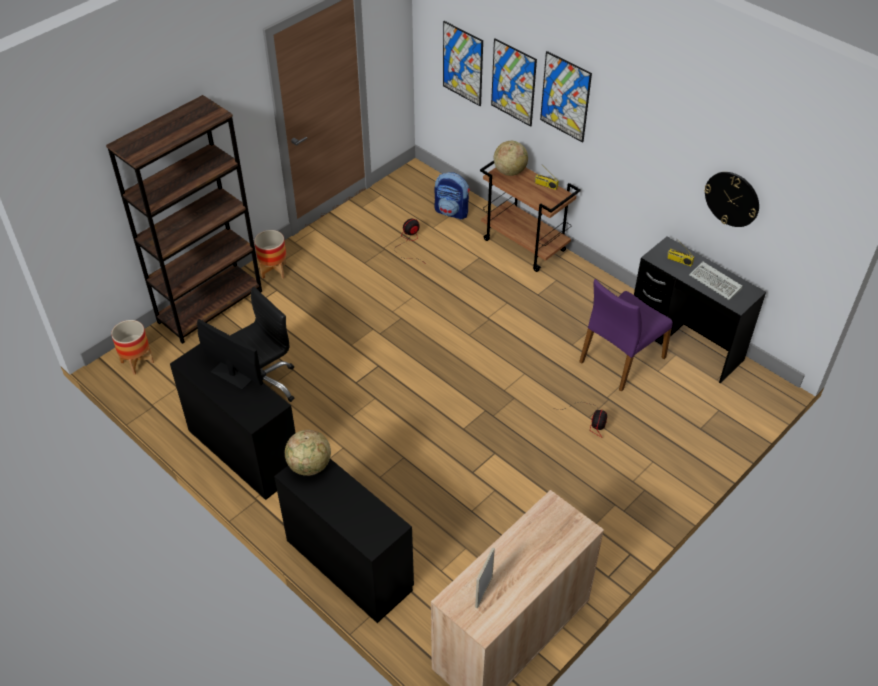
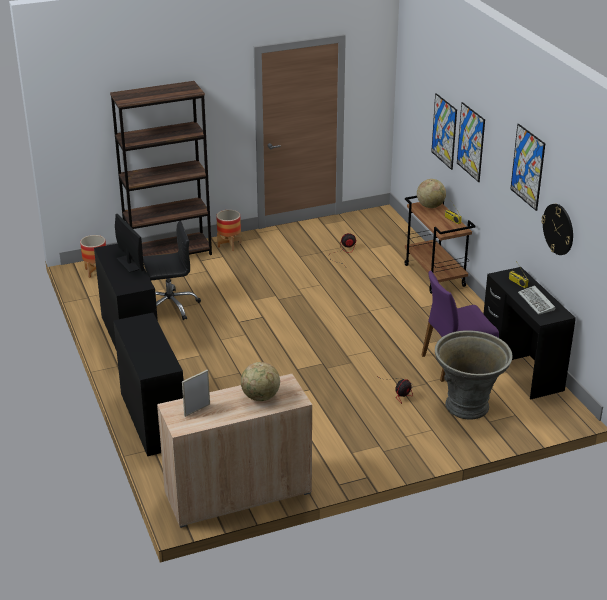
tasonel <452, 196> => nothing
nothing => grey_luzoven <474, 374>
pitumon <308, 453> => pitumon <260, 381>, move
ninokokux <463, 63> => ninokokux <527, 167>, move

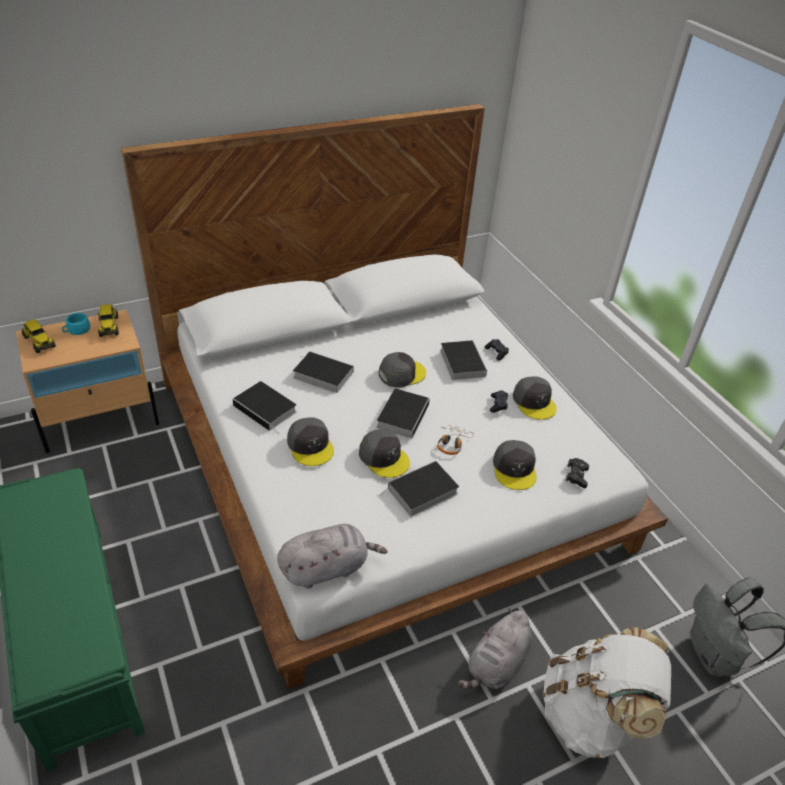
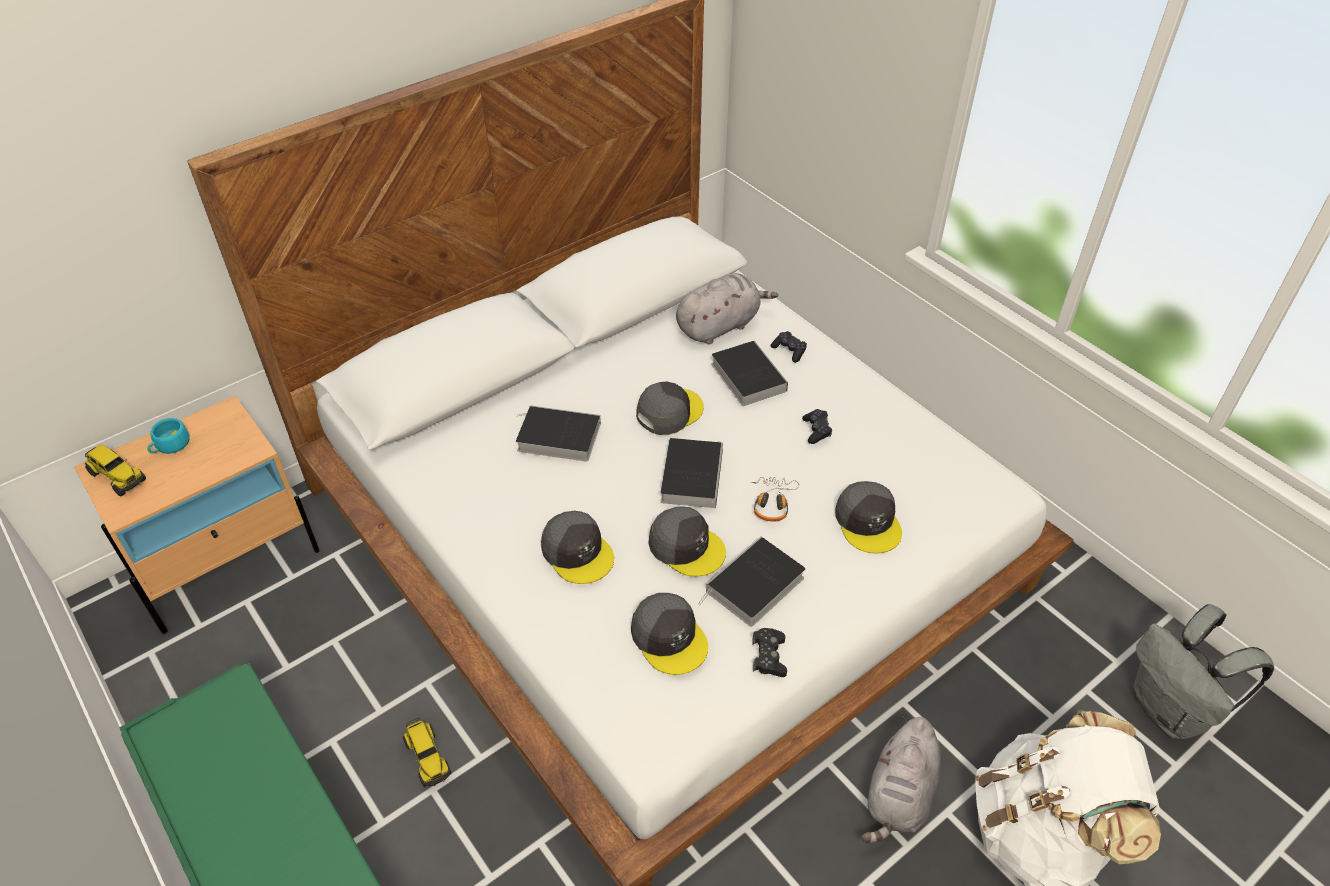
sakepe <265, 408> => nothing
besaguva <108, 320> => besaguva <427, 752>, move
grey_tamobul <332, 556> => grey_tamobul <727, 308>, move
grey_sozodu <535, 398> => grey_sozodu <669, 634>, move
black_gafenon <577, 473> => black_gafenon <769, 652>, move

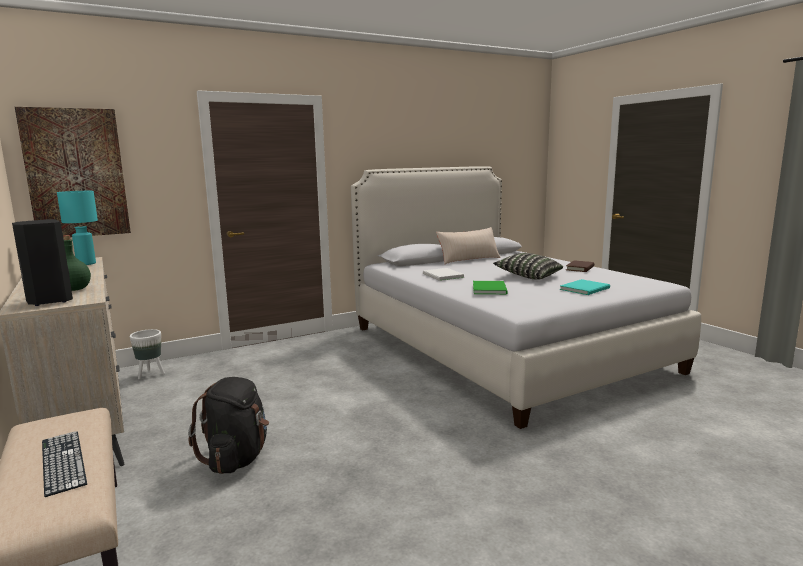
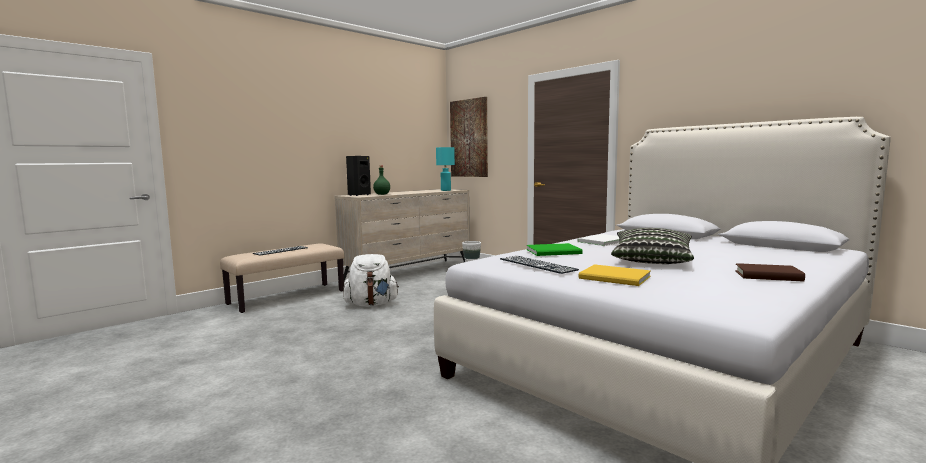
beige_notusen <468, 245> => nothing
nothing => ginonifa <539, 265>
black_tasonel <228, 425> => white_tasonel <371, 280>
turquoise_sakepe <585, 287> => yellow_sakepe <615, 275>

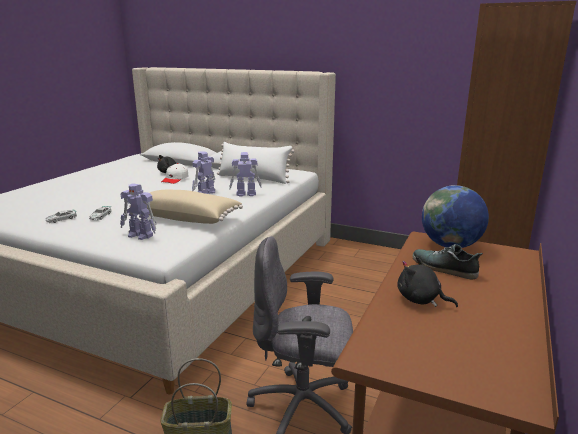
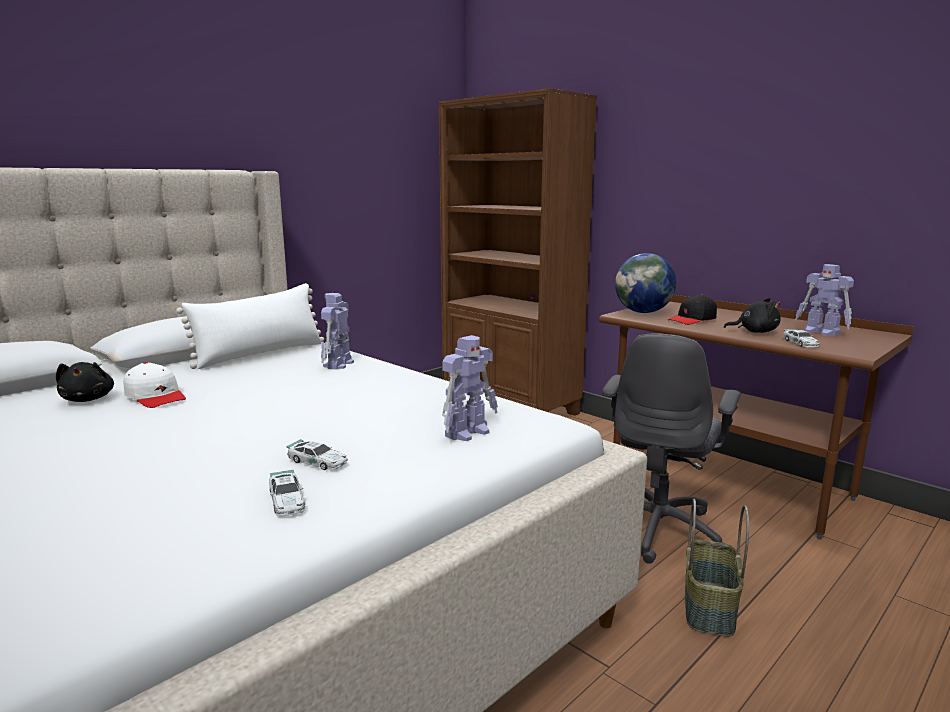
beige_notusen <186, 207> => nothing
nothing => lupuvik <801, 338>
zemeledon <203, 172> => zemeledon <824, 300>, move
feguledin <447, 261> => black_sozodu <692, 310>
black_tamobul <427, 282> => black_tamobul <752, 315>, 135 degrees counterclockwise

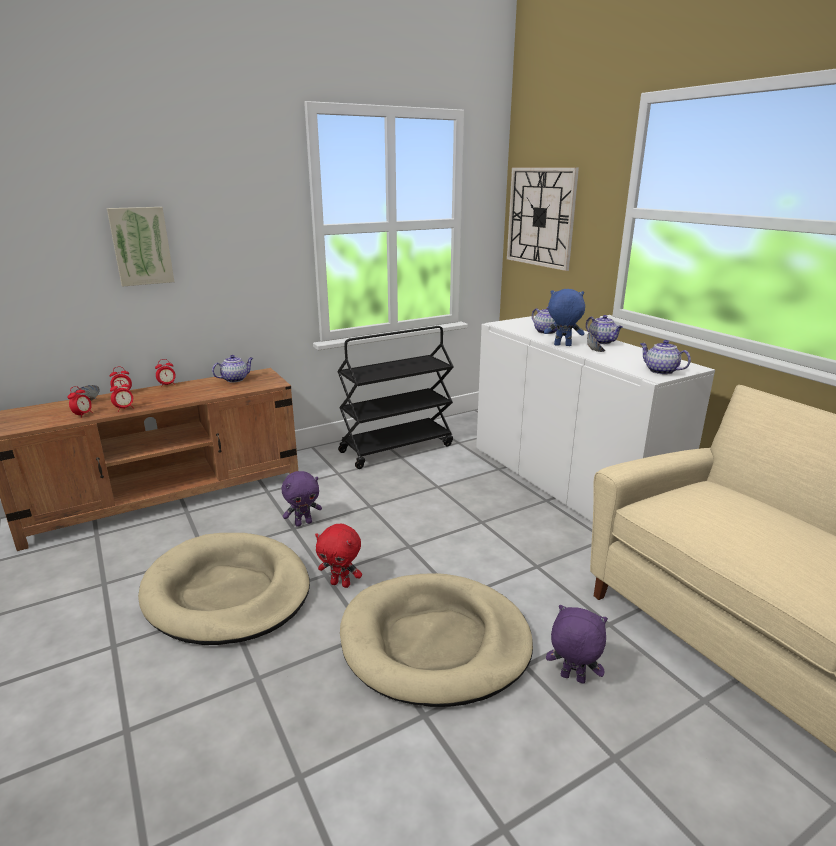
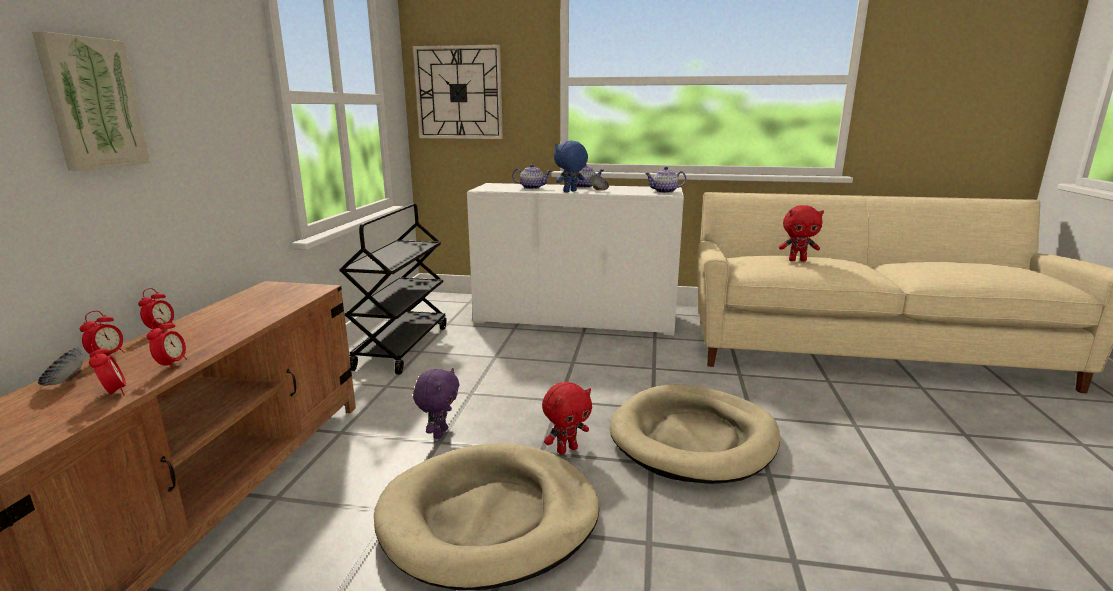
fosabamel <232, 369> => nothing
purple_tamobul <577, 644> => nothing
nothing => red_tamobul <801, 233>

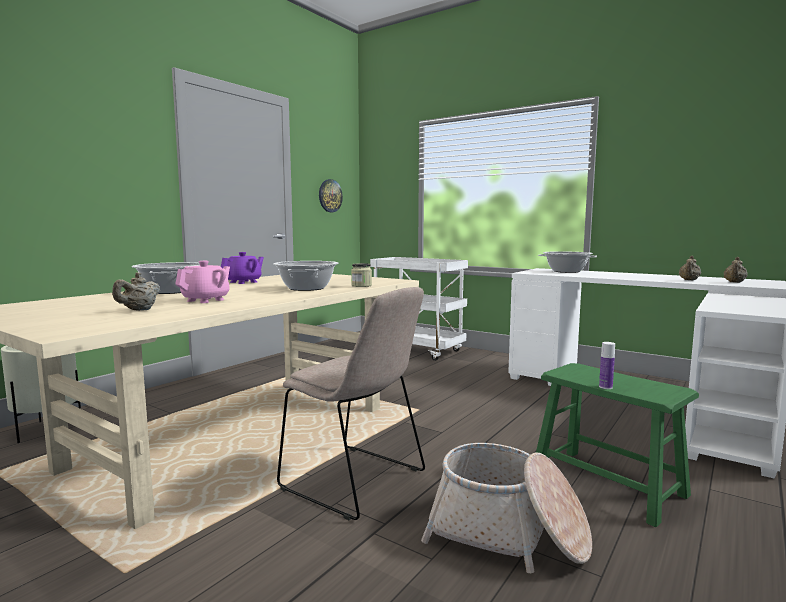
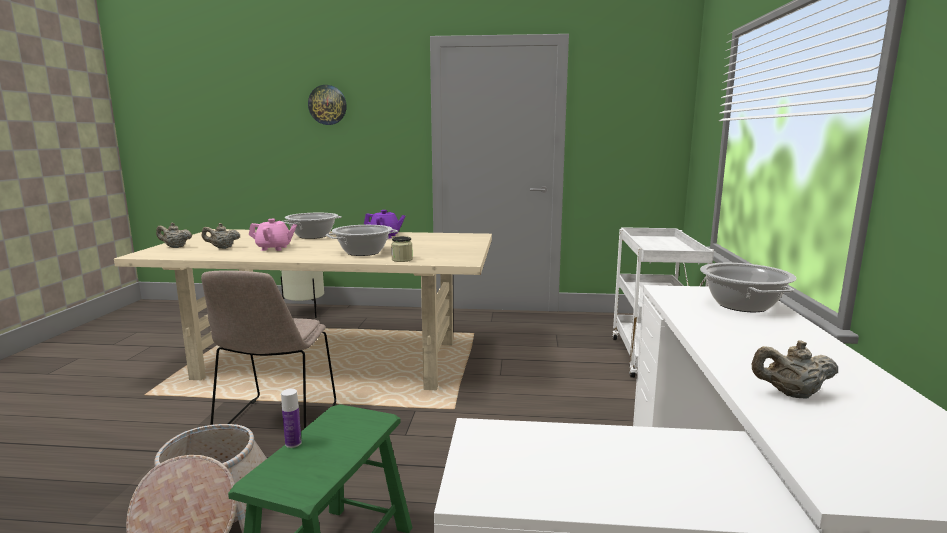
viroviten <331, 195> => viroviten <327, 105>, move
beige_fosabamel <736, 270> => beige_fosabamel <174, 235>, move

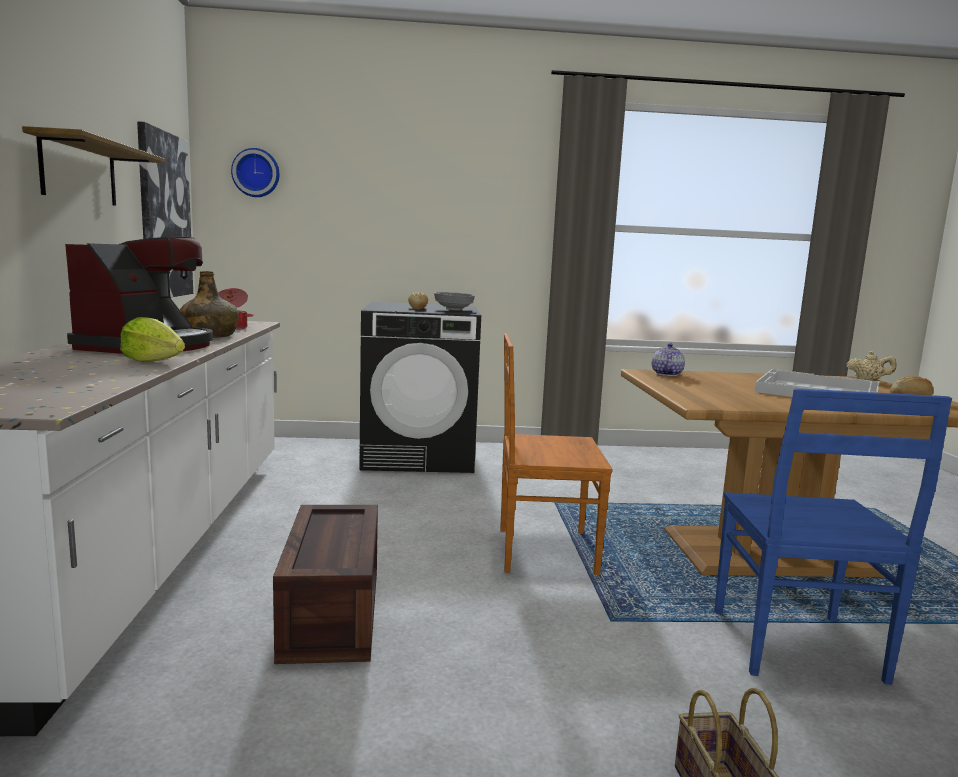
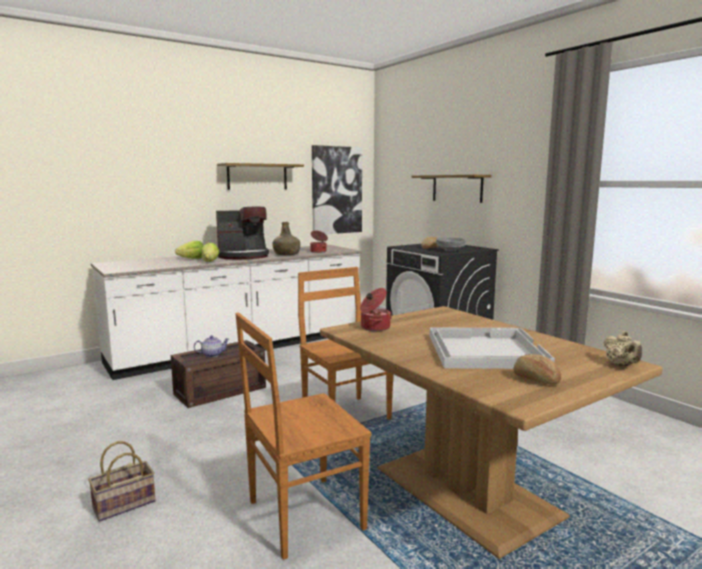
viroviten <255, 172> => nothing
nothing => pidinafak <189, 250>
nothing => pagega <376, 309>
nothing => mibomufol <451, 189>
fosabamel <668, 359> => fosabamel <211, 346>, move
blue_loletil <833, 536> => brown_loletil <303, 436>

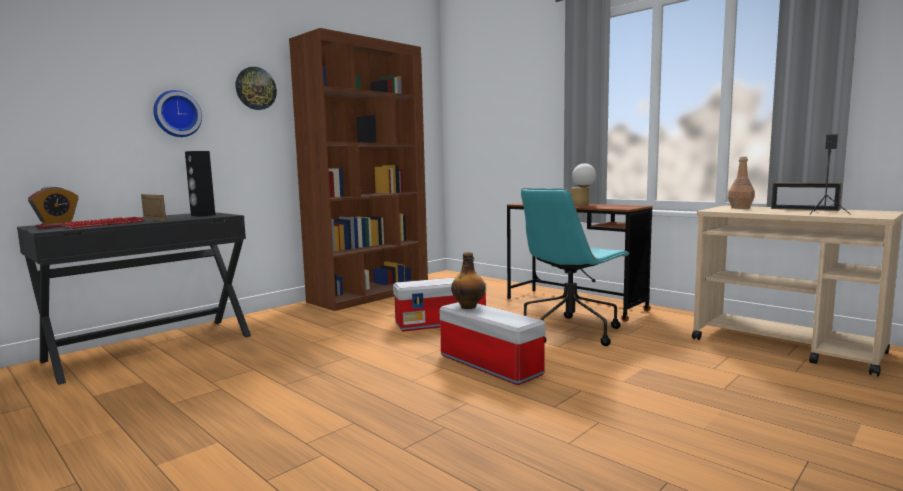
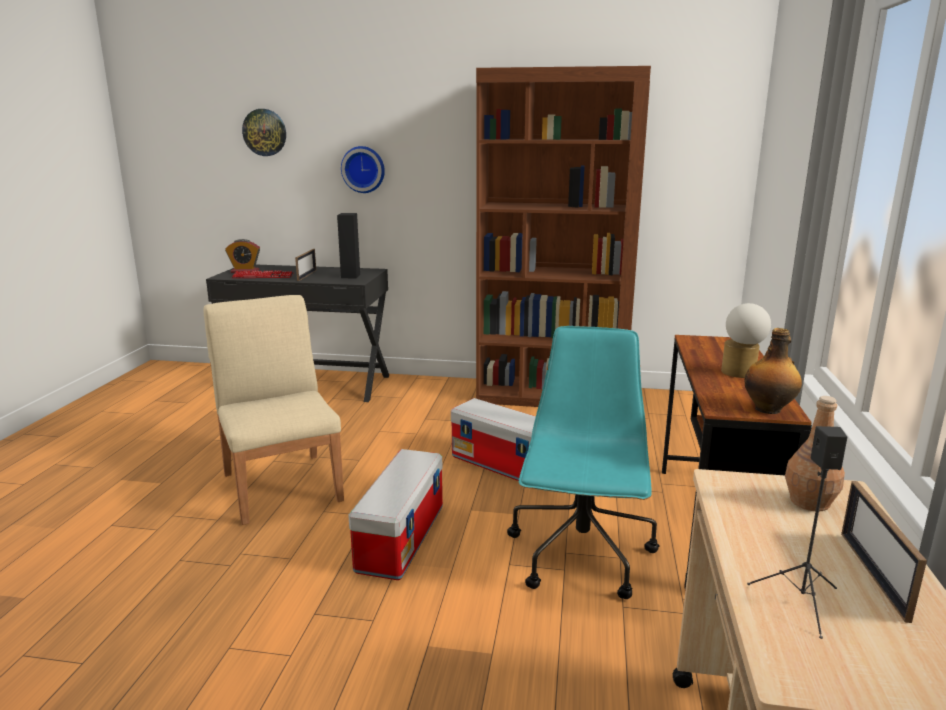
nothing => beige_loletil <273, 410>
viroviten <256, 88> => viroviten <264, 132>, move
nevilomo <468, 280> => nevilomo <773, 371>, move
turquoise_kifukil <575, 267> => turquoise_kifukil <583, 462>, 90 degrees clockwise

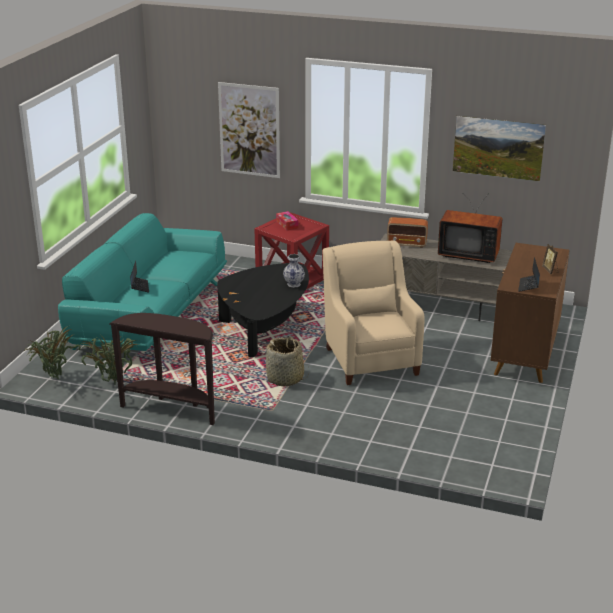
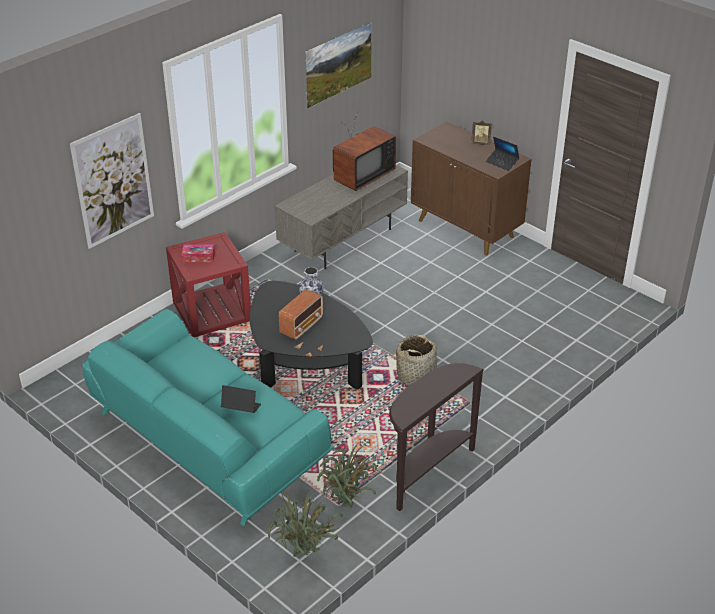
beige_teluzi <374, 313> => nothing
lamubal <407, 232> => lamubal <301, 314>, move

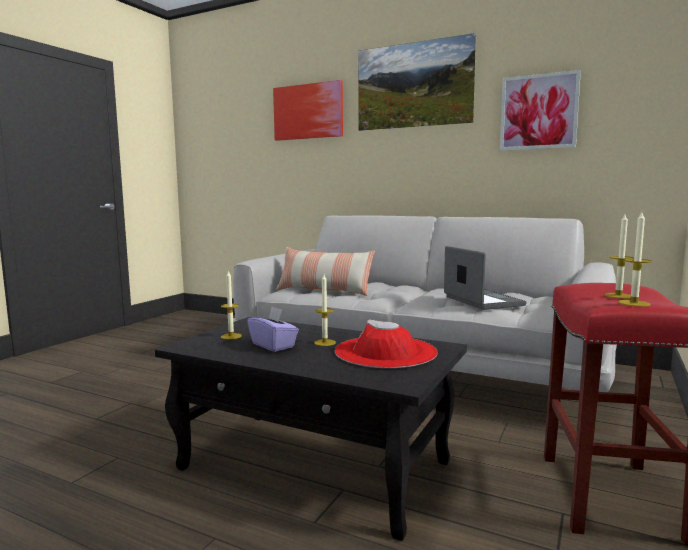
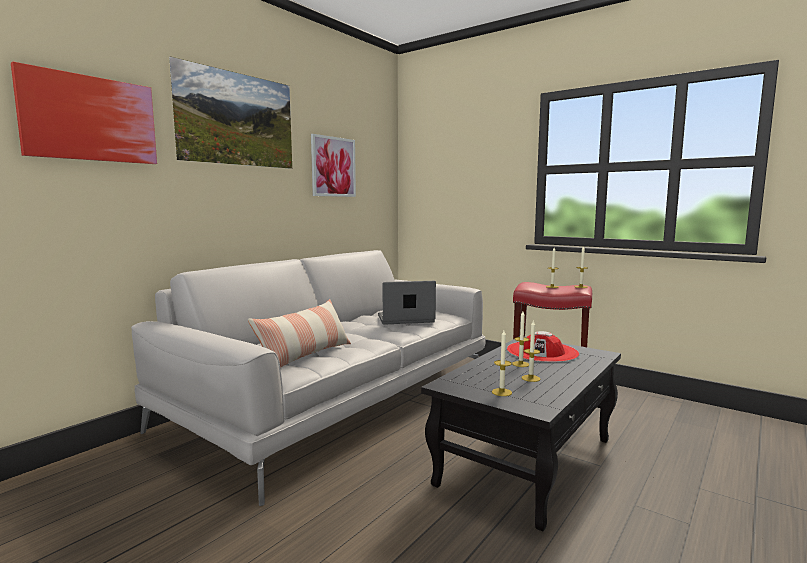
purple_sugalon <273, 329> => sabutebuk <530, 351>

